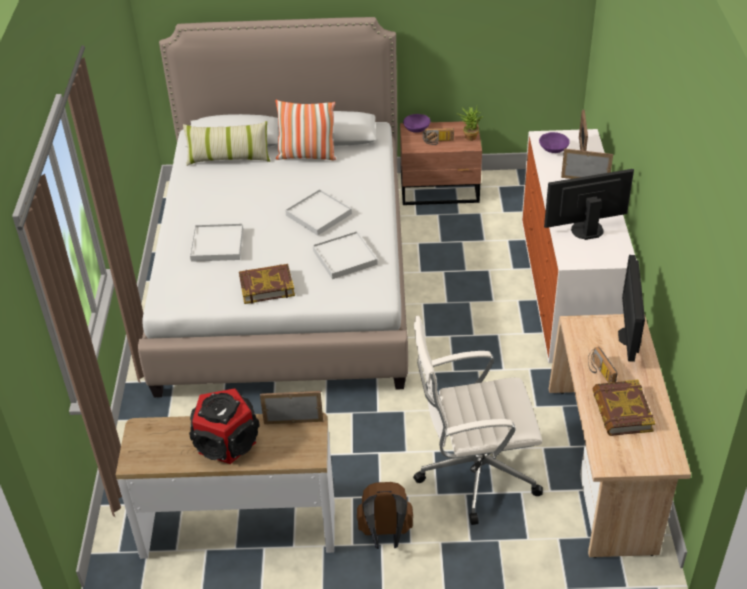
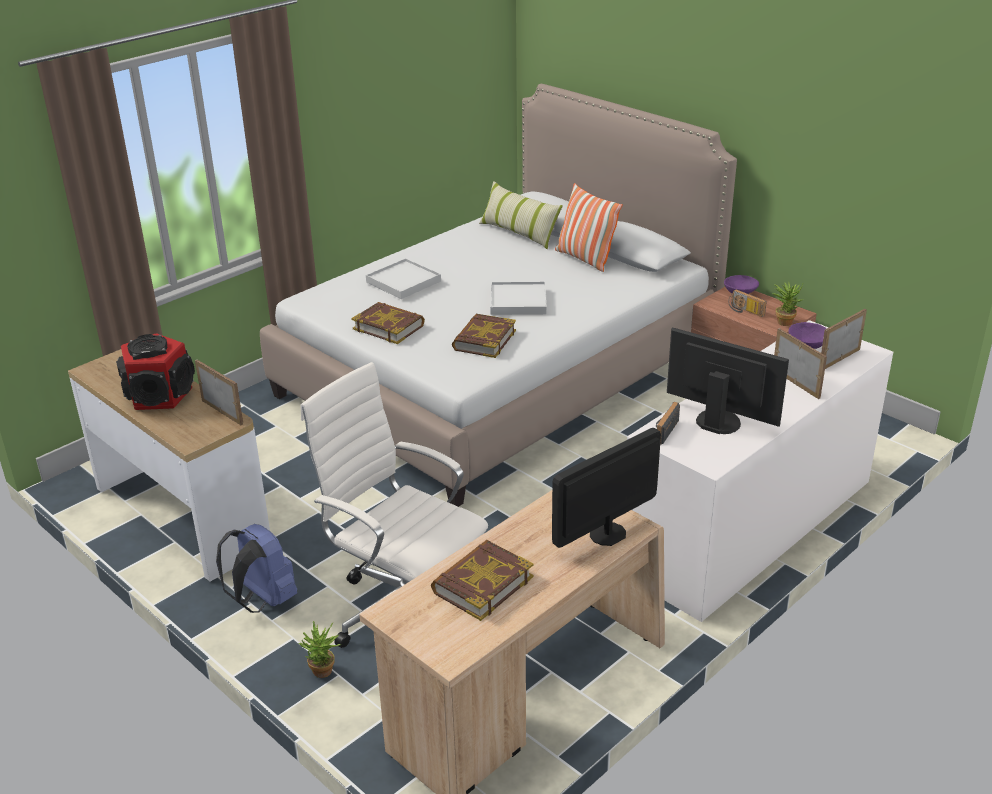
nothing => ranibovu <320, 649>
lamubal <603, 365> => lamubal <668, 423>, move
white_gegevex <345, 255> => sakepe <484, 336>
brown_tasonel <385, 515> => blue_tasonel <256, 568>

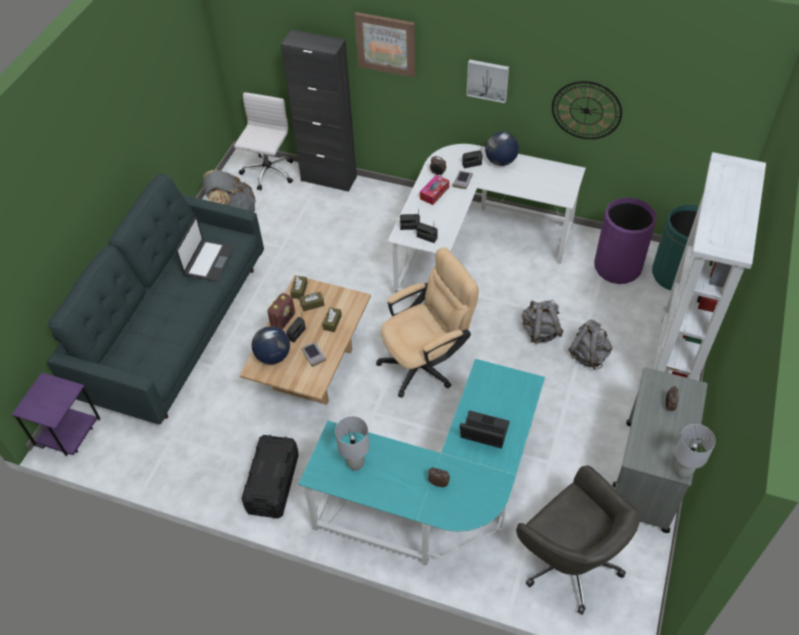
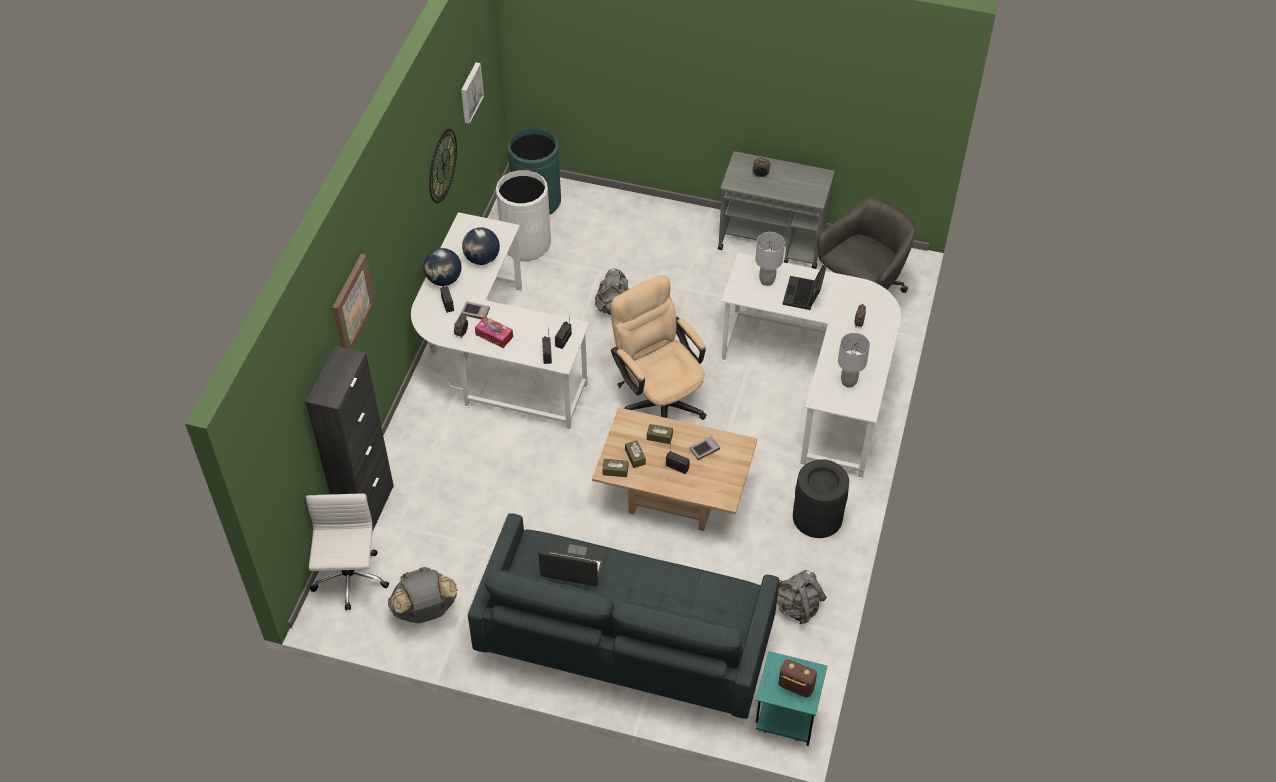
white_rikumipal <709, 266> => nothing
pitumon <271, 345> => pitumon <481, 246>, move
lamubal <281, 311> => lamubal <797, 678>, move
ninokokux <488, 81> => ninokokux <472, 93>, move
grey_tasonel <590, 345> => grey_tasonel <802, 597>, move
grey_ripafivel <695, 451> => grey_ripafivel <770, 259>, move
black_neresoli <270, 477> => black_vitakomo <821, 498>
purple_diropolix <56, 414> => turquoise_diropolix <791, 698>
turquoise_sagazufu <421, 463> => white_sagazufu <811, 366>
purple_vitakomo <625, 241> => white_vitakomo <523, 215>
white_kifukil <263, 141> => white_kifukil <347, 551>, 75 degrees clockwise

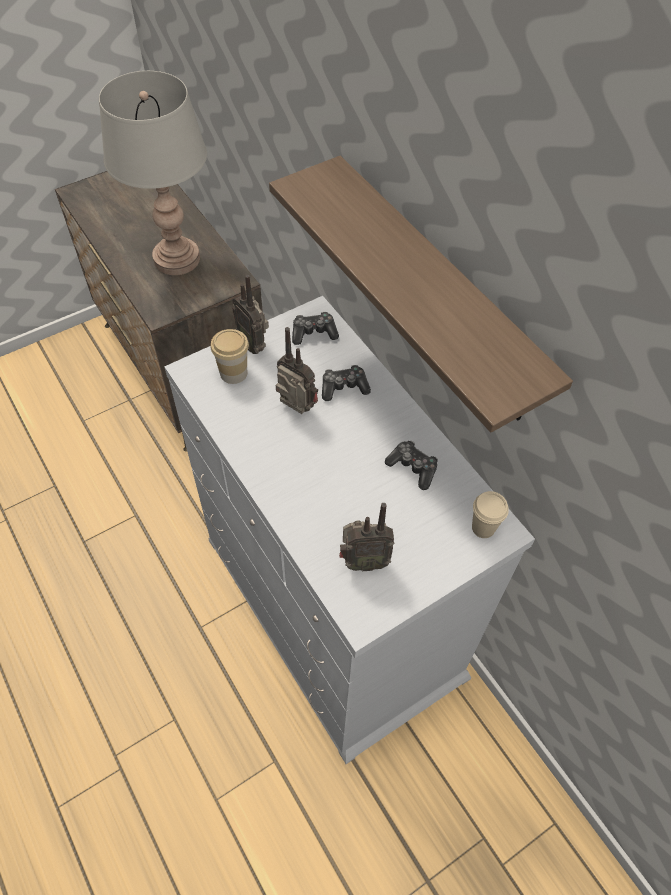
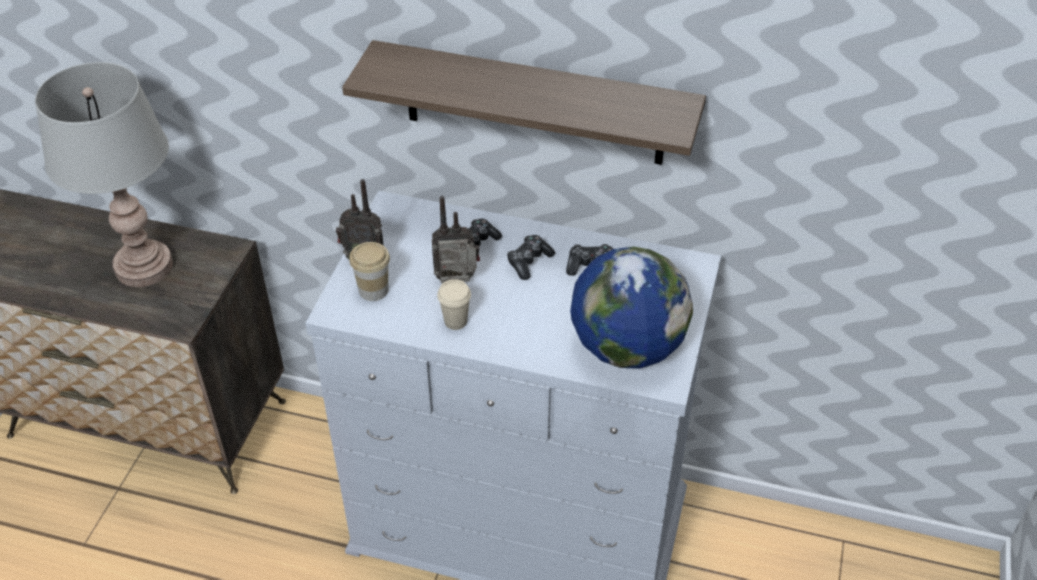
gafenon <315, 328> => gafenon <531, 257>, move
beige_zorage <490, 514> => beige_zorage <454, 304>, move
lamubal <367, 537> => pitumon <631, 307>

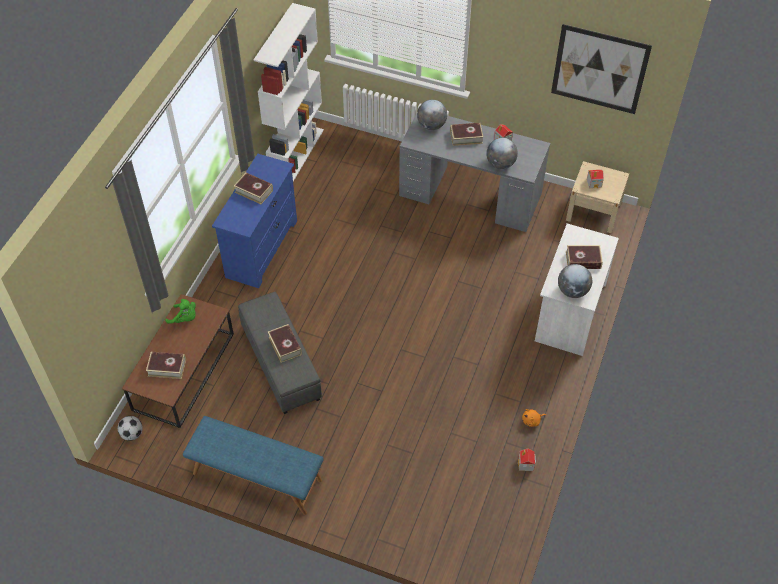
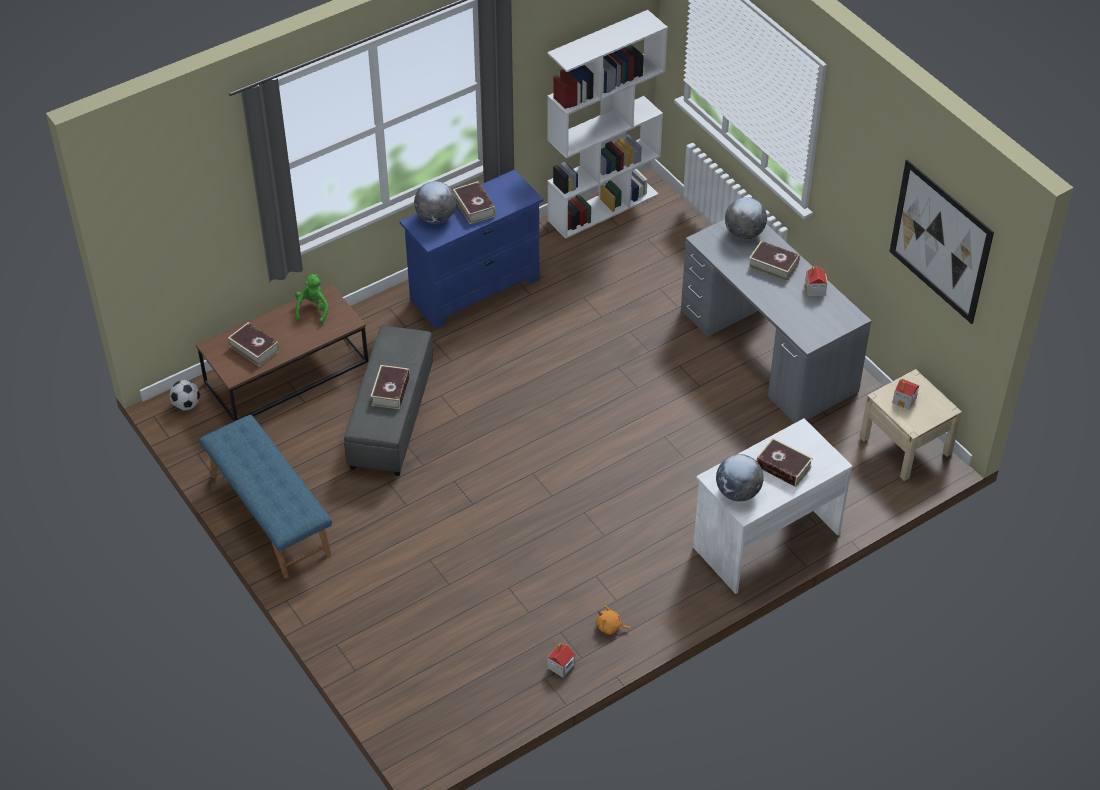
pitumon <502, 153> => pitumon <435, 202>, move
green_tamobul <180, 311> => green_tamobul <312, 299>, 135 degrees counterclockwise

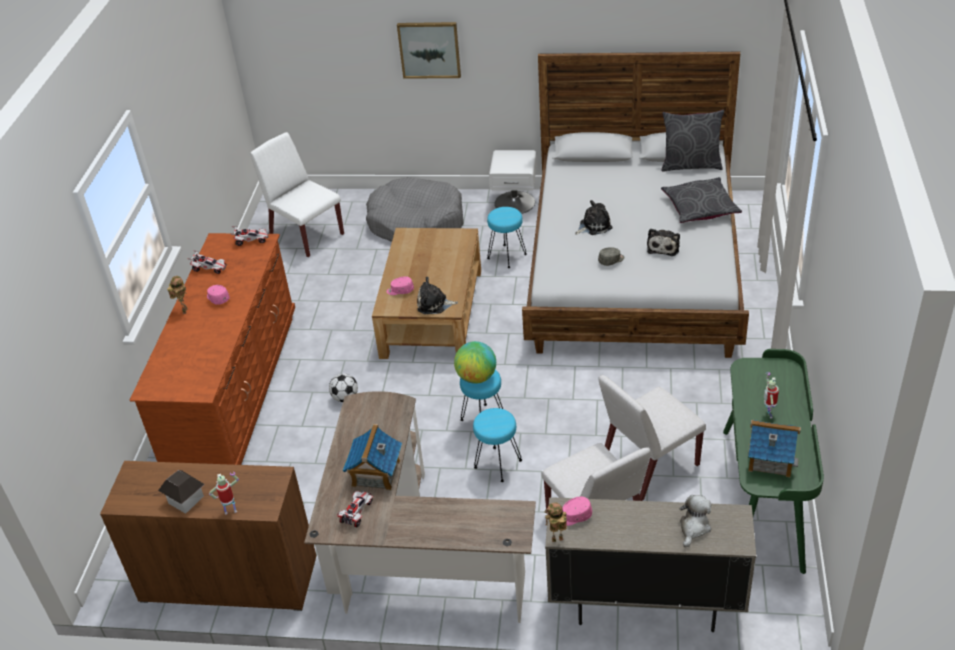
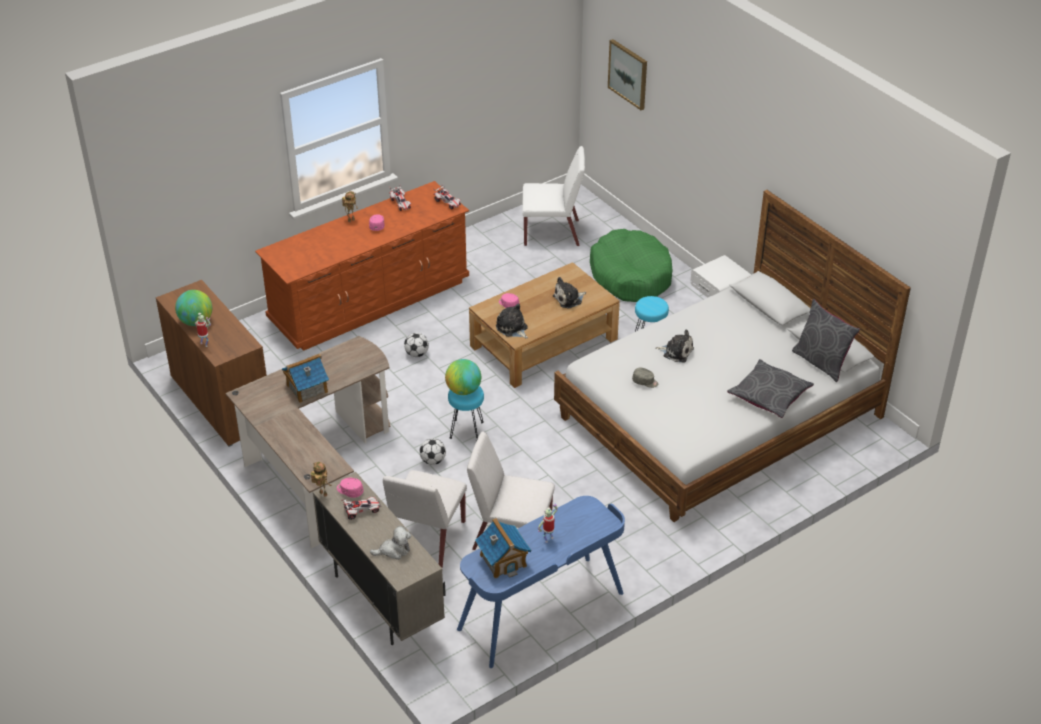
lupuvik <355, 509> => lupuvik <361, 508>, move
ninokokux <429, 50> => ninokokux <627, 74>, move
tamobul <663, 242> => tamobul <569, 293>, move
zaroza <181, 491> => pitumon <193, 308>
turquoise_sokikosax <497, 445> => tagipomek <432, 451>
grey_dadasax <415, 209> => green_dadasax <631, 265>
green_sagazufu <773, 461> => blue_sagazufu <541, 582>
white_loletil <297, 194> => white_loletil <553, 196>, 90 degrees clockwise

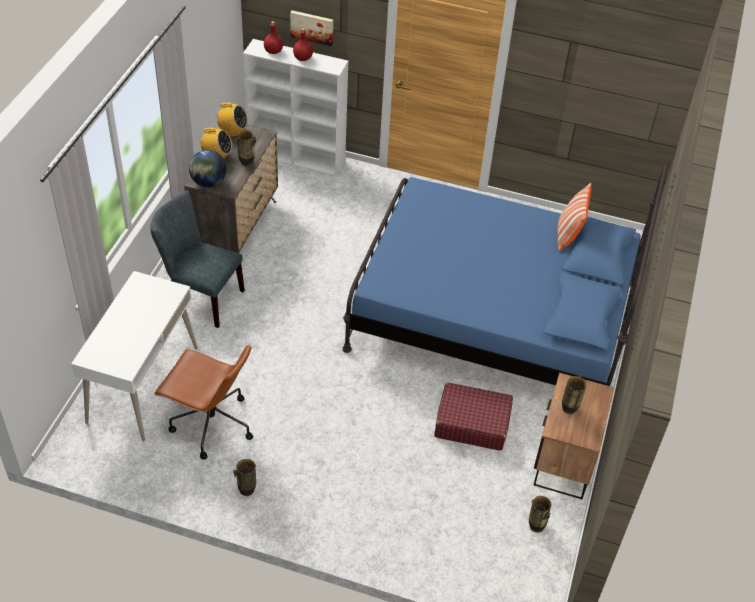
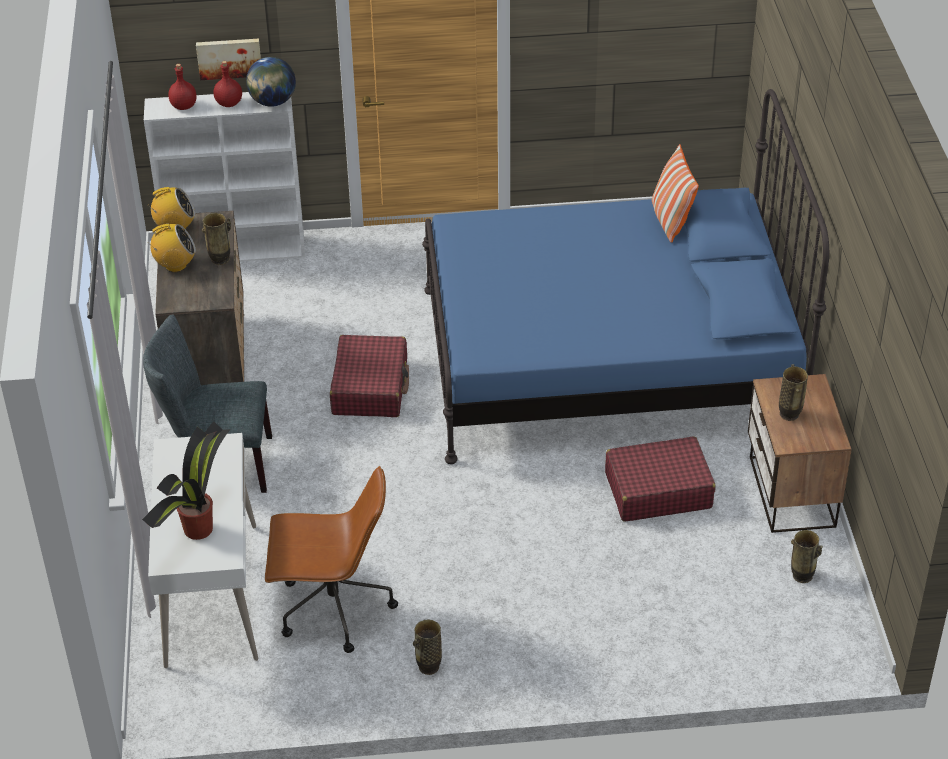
nothing => ranibovu <186, 480>
nothing => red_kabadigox <369, 376>
pitumon <208, 168> => pitumon <271, 82>, move

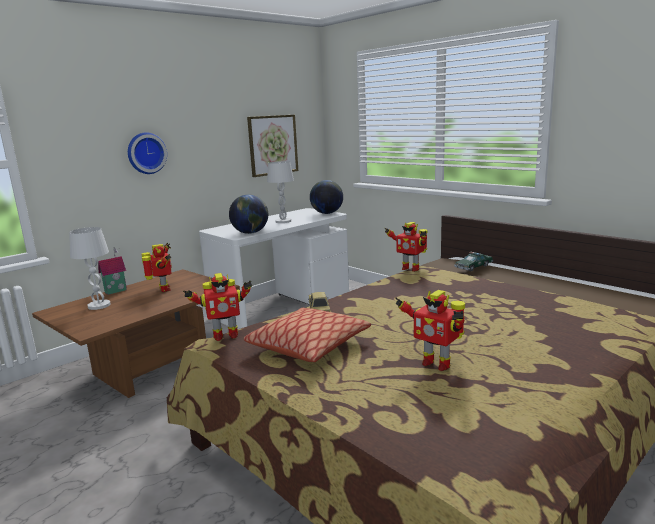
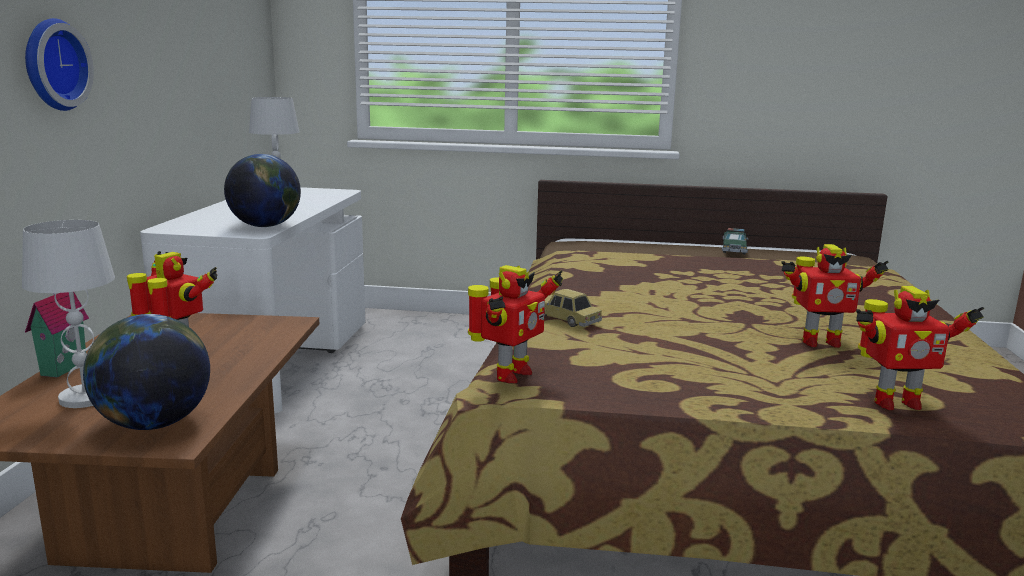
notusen <307, 335> => nothing
ninokokux <272, 146> => nothing
pitumon <326, 197> => pitumon <146, 372>, move
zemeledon <405, 247> => zemeledon <920, 348>, move
lupuvik <473, 261> => lupuvik <735, 241>, move

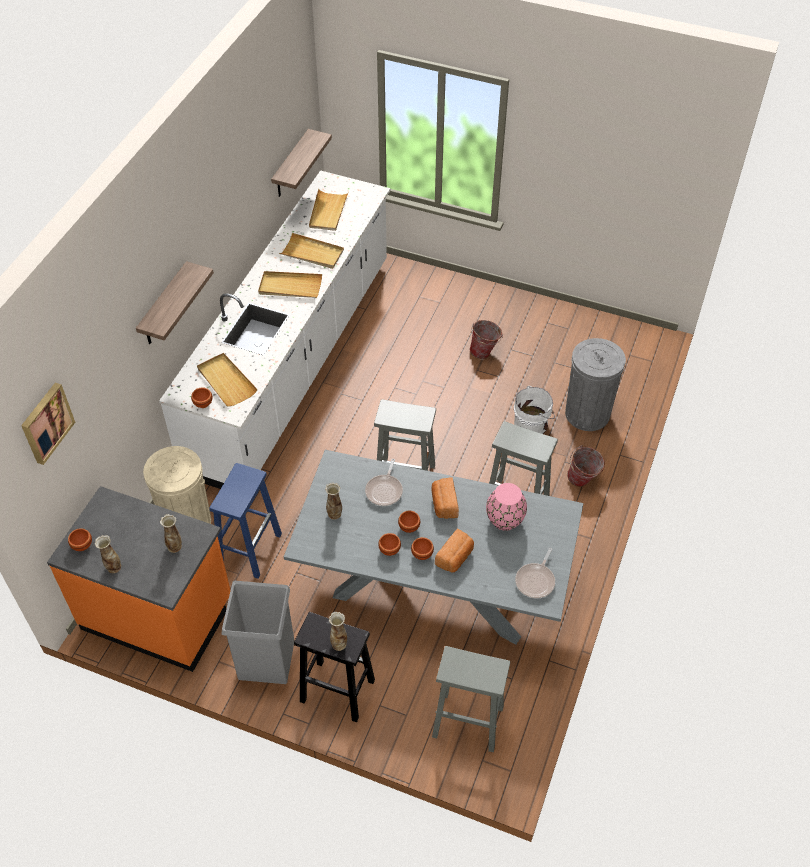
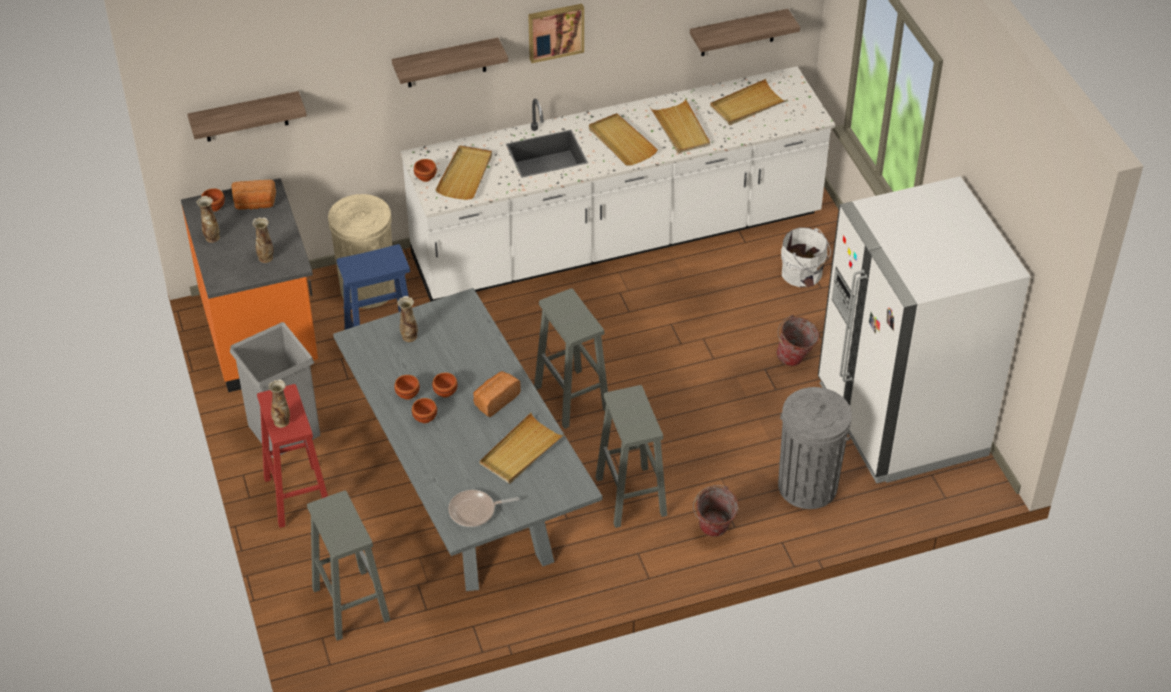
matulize <384, 482> => nothing
nothing => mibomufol <247, 116>
nothing => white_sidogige <924, 330>
ninokokux <48, 424> => ninokokux <556, 33>, move
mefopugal <454, 550> => mefopugal <253, 195>, move
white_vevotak <534, 410> => white_vevotak <806, 257>, move
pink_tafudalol <506, 507> => beige_gegevex <522, 448>
black_sokikosax <334, 667> => red_sokikosax <292, 456>

